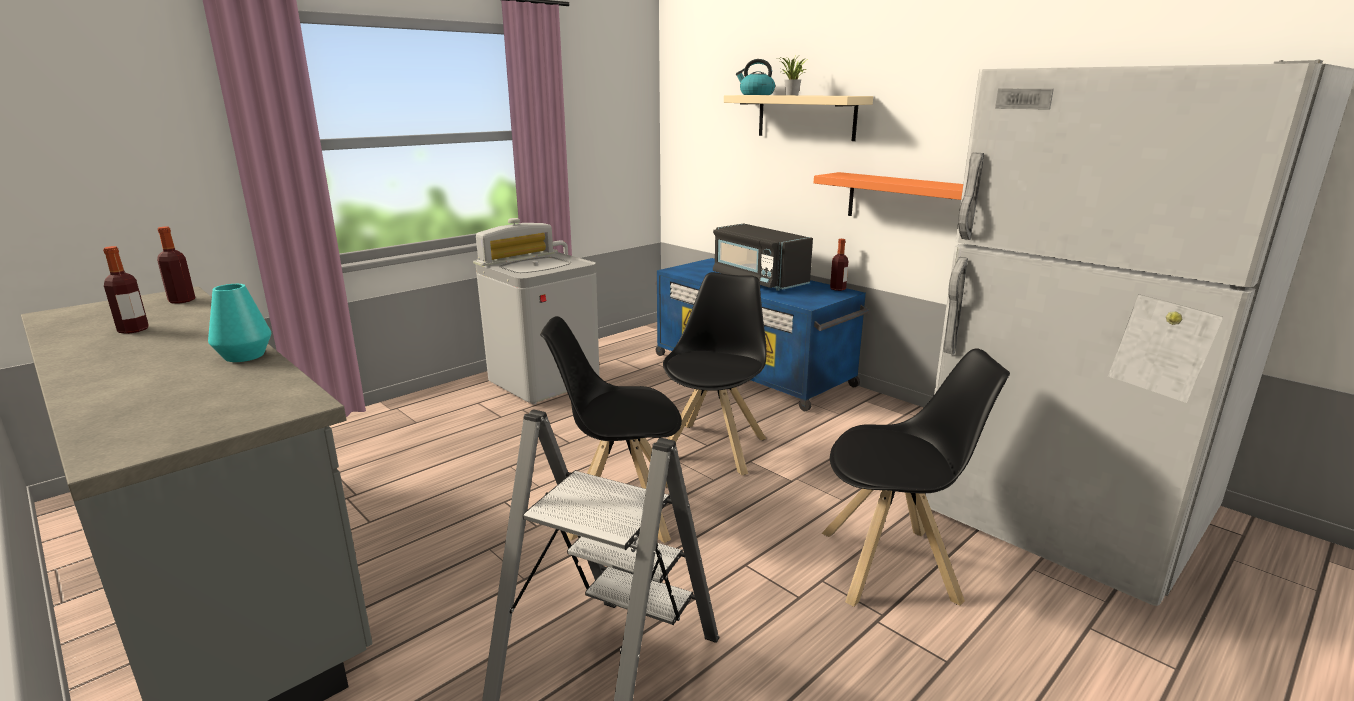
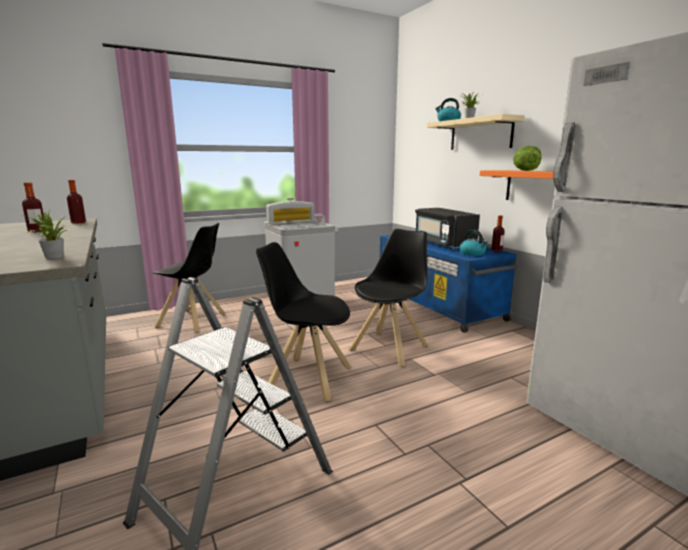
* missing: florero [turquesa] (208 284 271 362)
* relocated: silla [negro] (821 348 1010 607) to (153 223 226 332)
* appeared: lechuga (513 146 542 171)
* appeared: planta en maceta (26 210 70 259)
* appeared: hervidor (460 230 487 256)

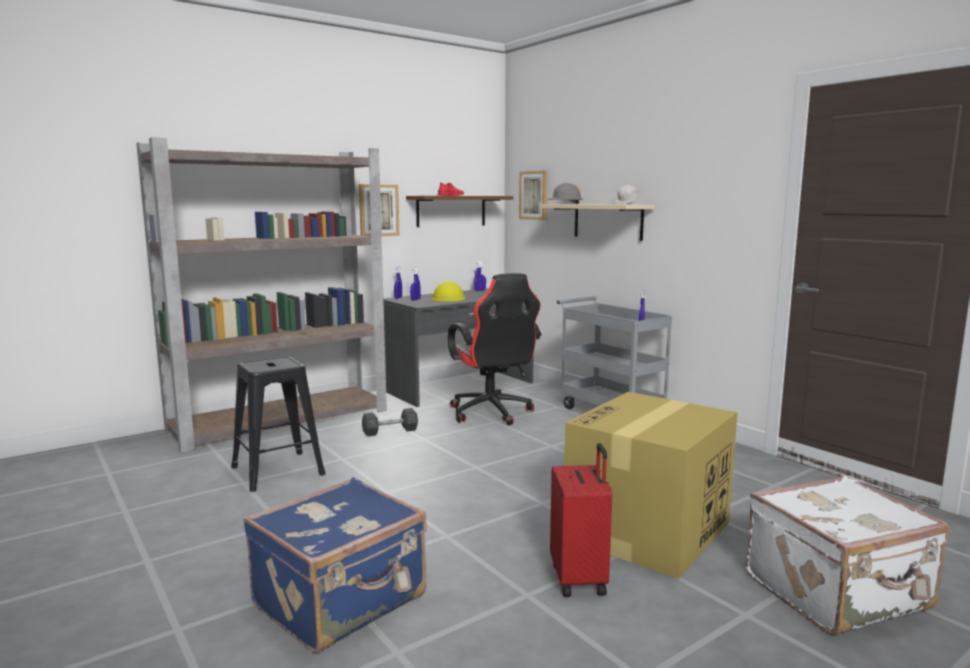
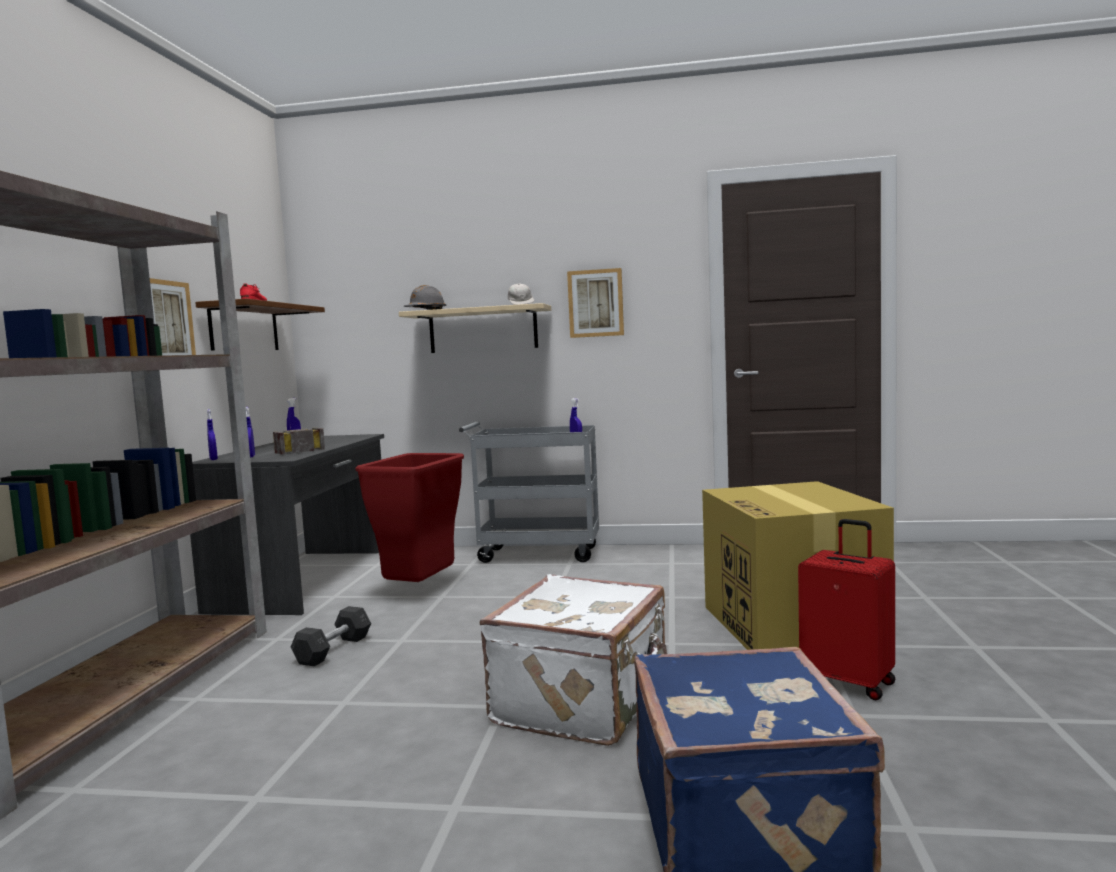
* relocated: cuadro (519 171 548 220) to (567 268 624 338)
* exchanged: silla de oficina [negro] (448 273 541 426) to papelera [rojo] (355 453 464 582)
* exchanged: casco [amarillo] (432 281 465 302) to martillo (273 428 325 455)
* missing: taburete [negro] (231 356 326 492)
* relocated: maleta [blanco] (746 475 950 635) to (480 574 667 746)

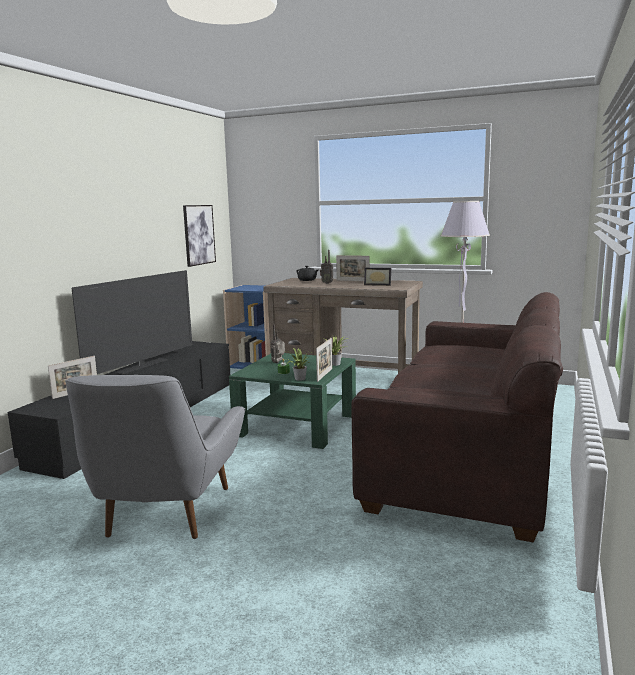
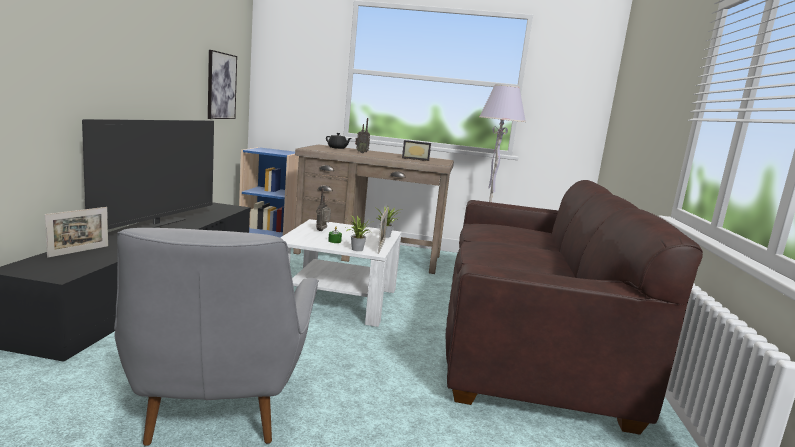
* missing: portarretratos (336 255 369 281)
* colour: mesa de centro [verde] (229 353 356 449) to mesa de centro [blanco] (280 219 402 327)

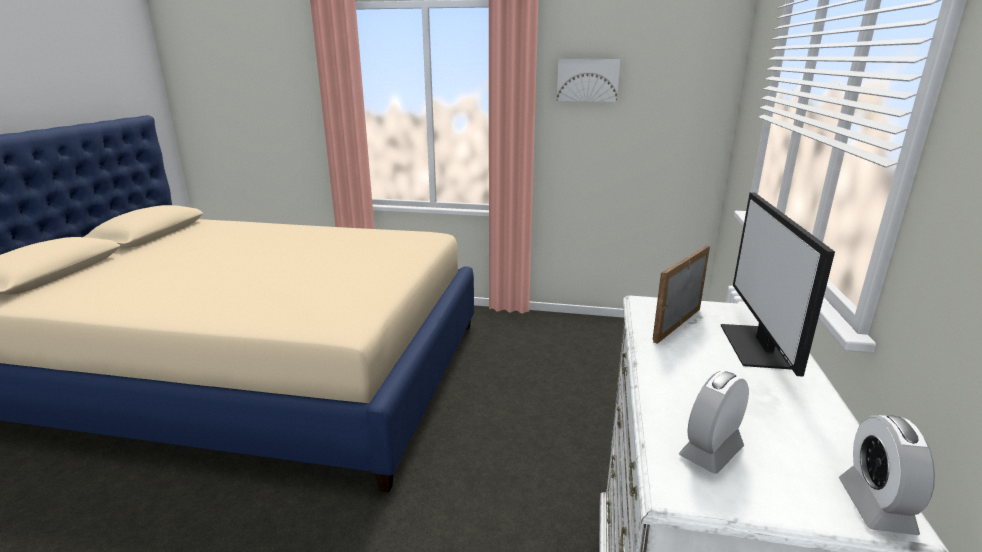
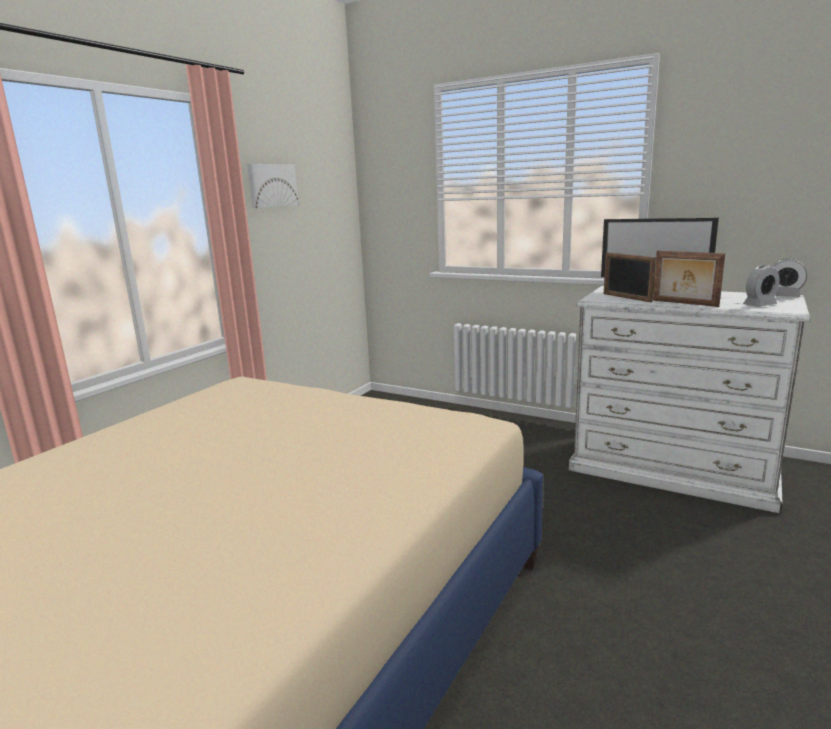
* spun: despertador (679 371 749 474) = (743 265 780 307) 90 degrees counterclockwise
* appeared: portarretratos (653 251 725 307)

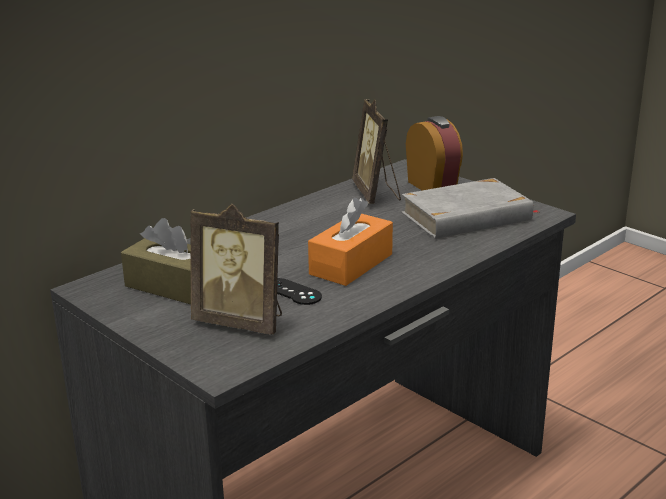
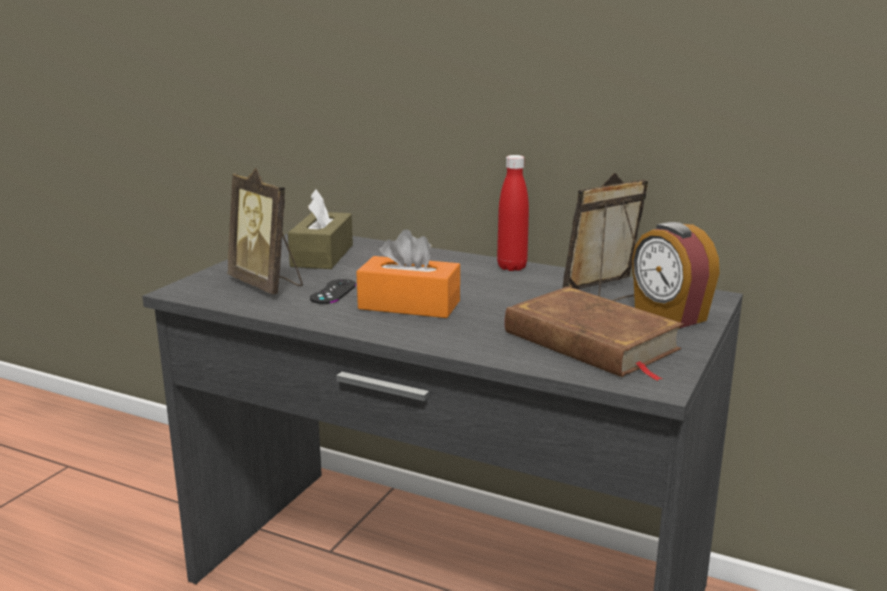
* spun: despertador (406 116 463 190) = (632 222 720 329) 105 degrees clockwise
* colour: libro [gris] (401 178 538 239) to libro [marrón] (505 286 684 381)
* spun: portarretratos (190 204 282 335) = (227 168 303 294) 45 degrees counterclockwise
* appeared: botella [rojo] (497 155 529 271)

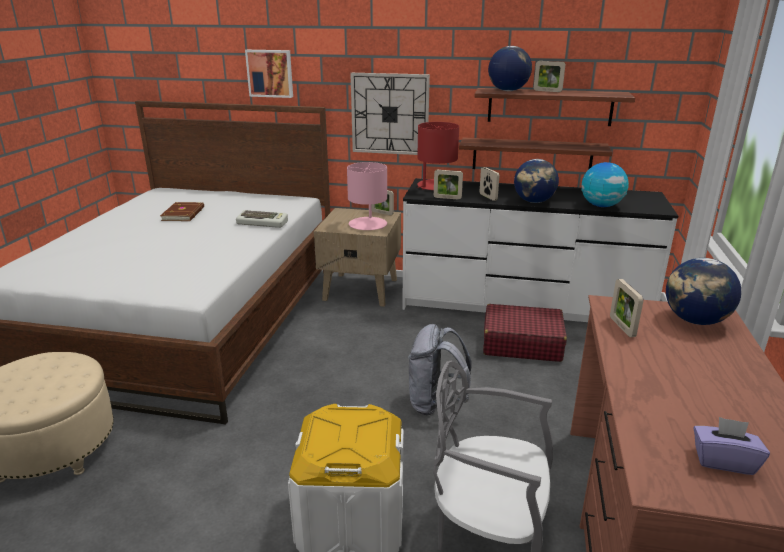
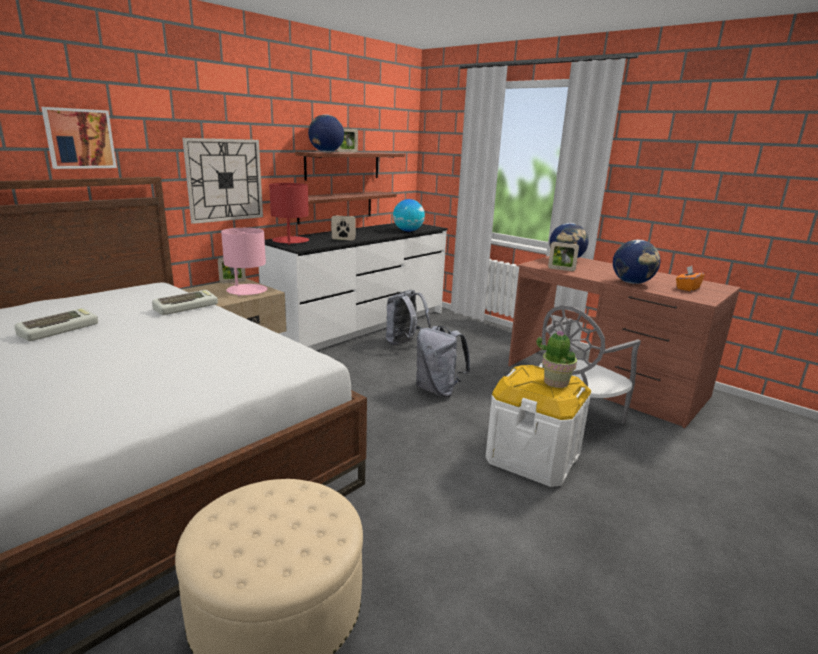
* relocated: globo terráqueo (514 159 559 203) to (613 240 660 284)
* missing: portarretratos (434 170 463 200)
* exchanged: libro [marrón] (160 202 204 221) to teclado (14 308 98 341)
* exchanged: maleta [rojo] (483 304 567 362) to mochila [gris] (386 290 432 345)
* colour: caja de pañuelos [morado] (694 417 770 475) to caja de pañuelos [naranja] (676 266 705 291)
* appeared: planta en maceta (536 330 577 388)

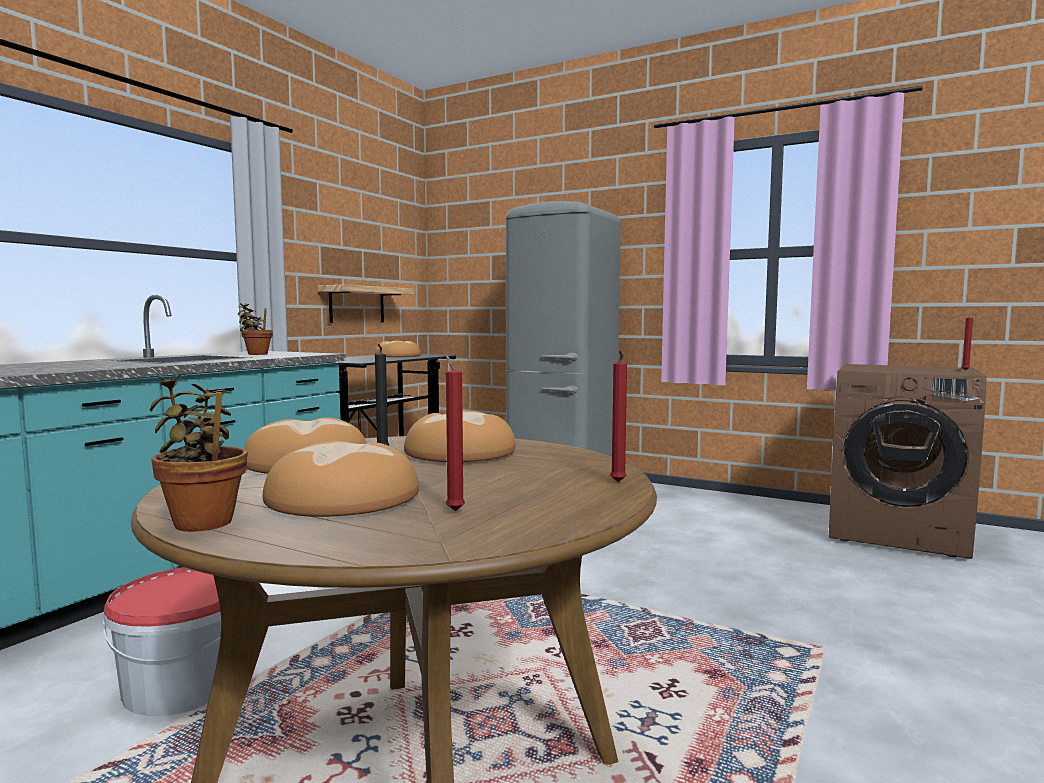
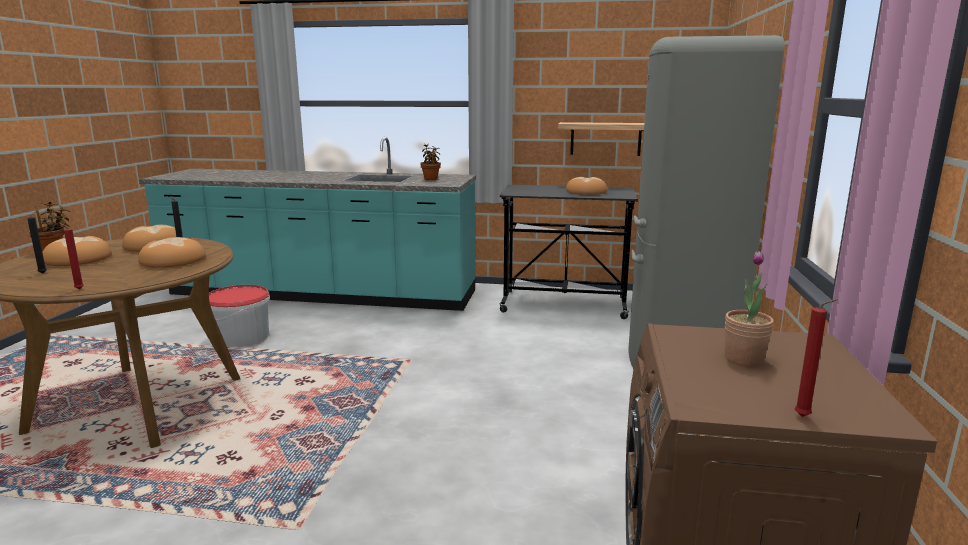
* colour: vela [rojo] (445 355 465 511) to vela [negro] (27 210 47 273)
* appeared: planta en maceta (725 251 774 366)

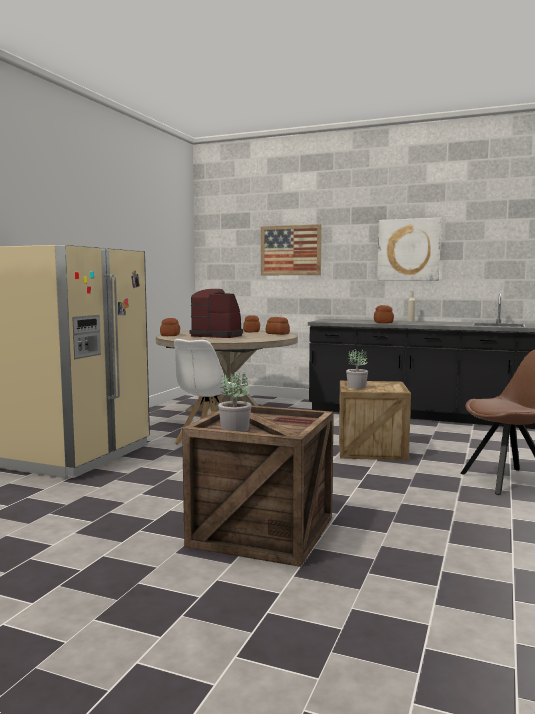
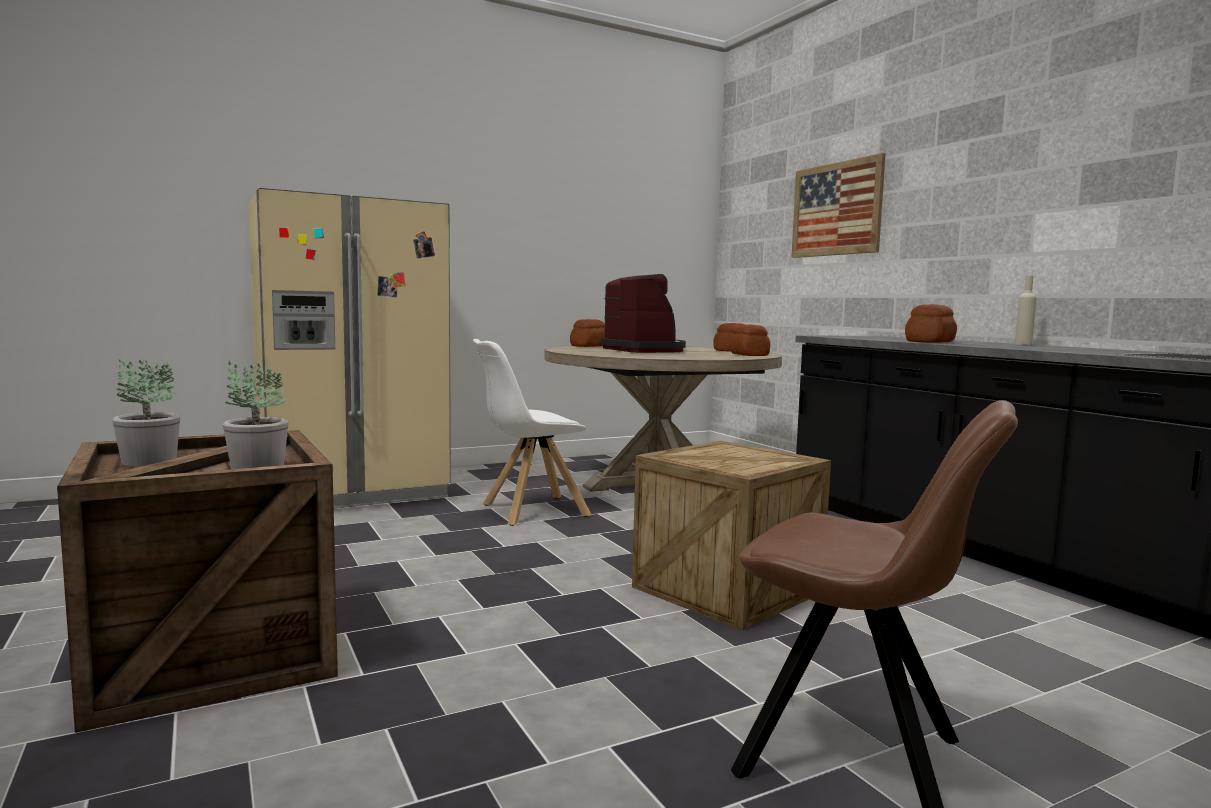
* missing: cuadro (377 218 441 281)
* relocated: planta en maceta (346 350 368 389) to (223 361 289 469)

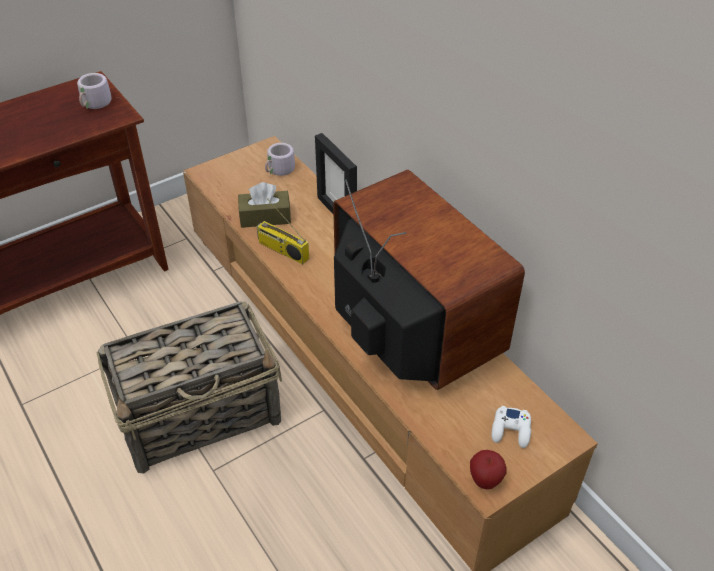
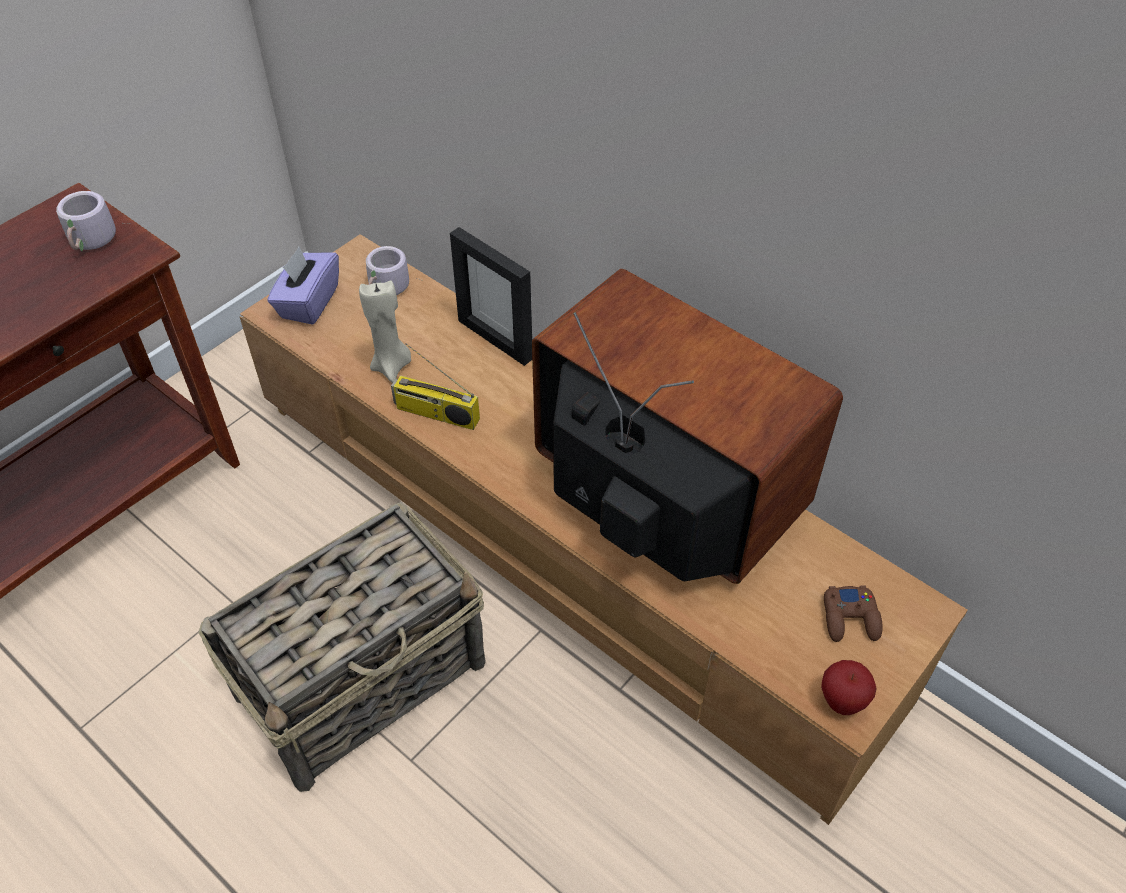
* exchanged: caja de pañuelos [marrón] (238 182 291 228) to vela [beis] (359 280 411 383)
* colour: mando de consola [blanco] (491 406 531 448) to mando de consola [marrón] (824 585 883 642)
* appeared: caja de pañuelos [morado] (267 247 339 325)

